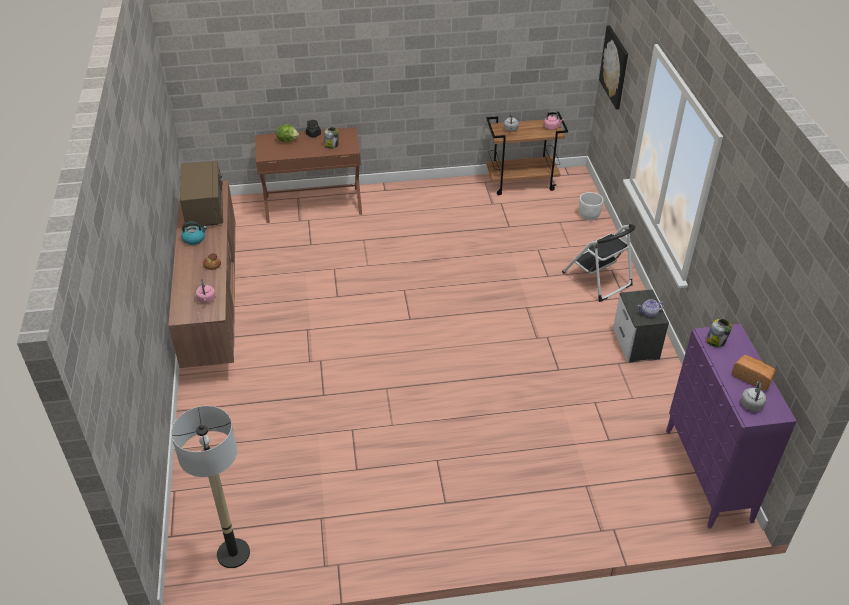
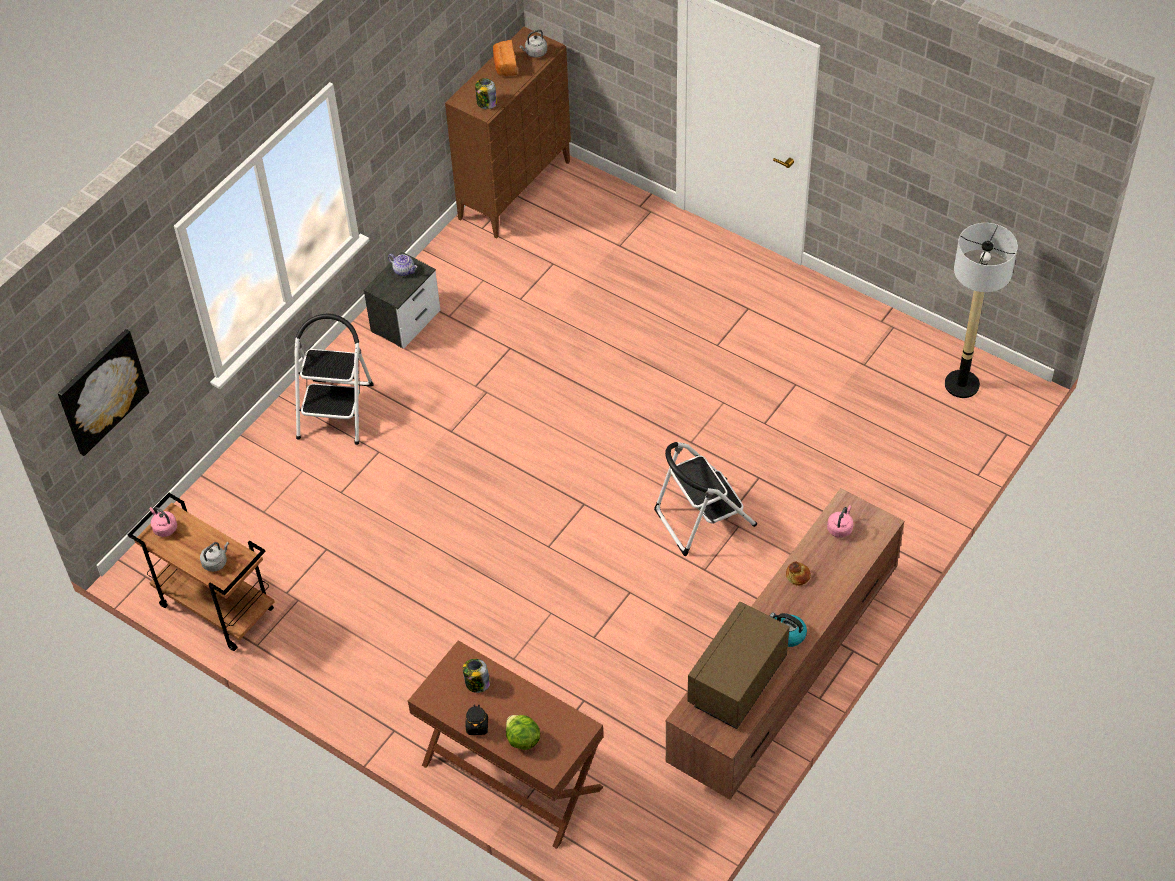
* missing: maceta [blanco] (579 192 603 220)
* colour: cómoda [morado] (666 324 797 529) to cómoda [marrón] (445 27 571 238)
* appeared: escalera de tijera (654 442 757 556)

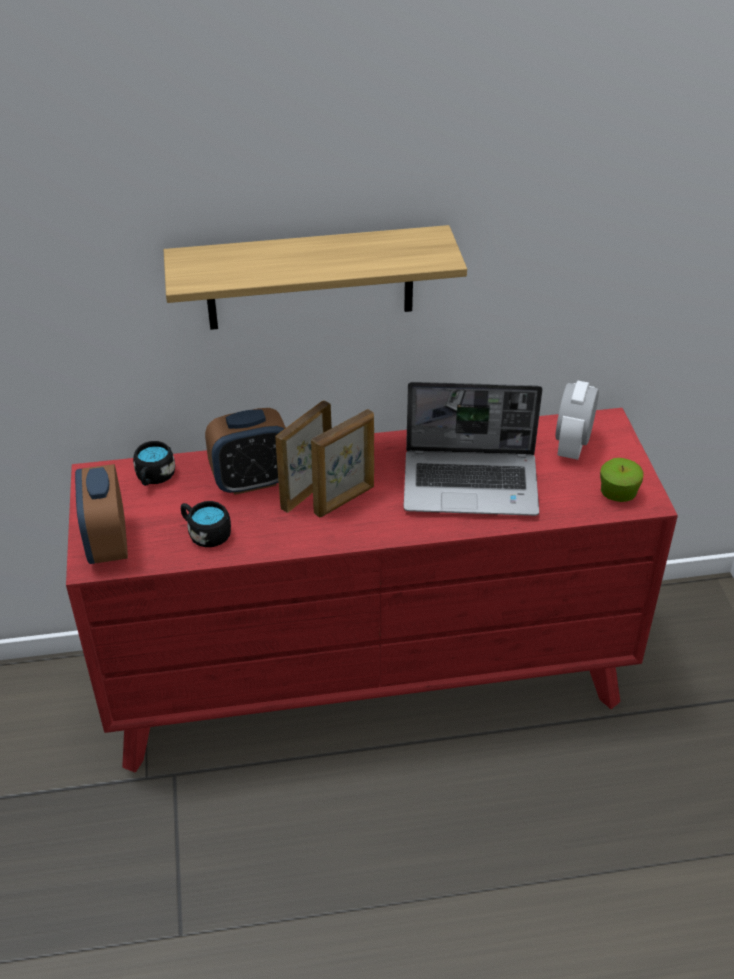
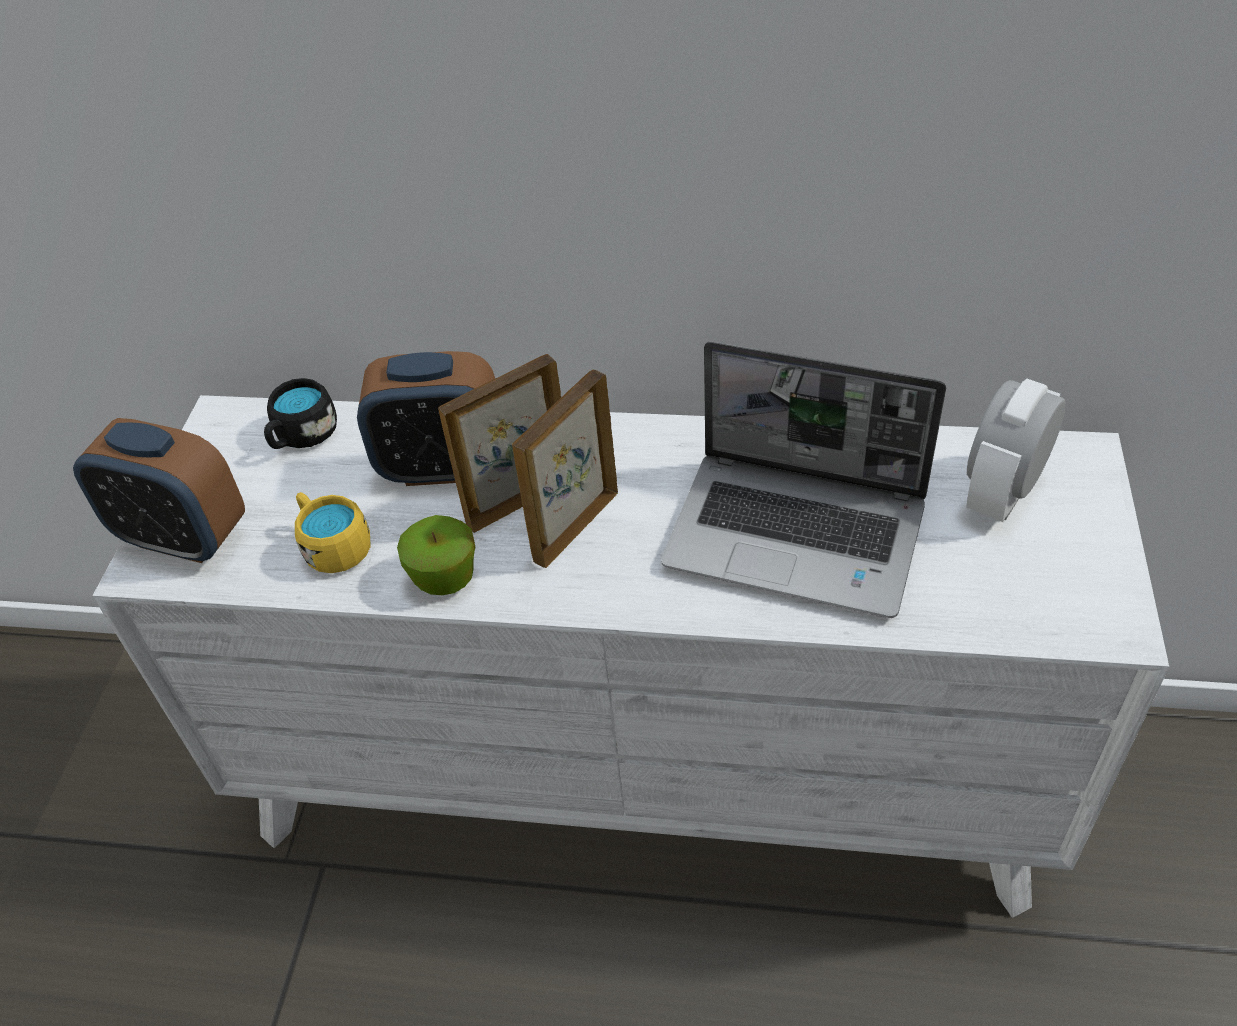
* missing: estante (164 225 467 330)
* colour: cómoda [rojo] (66 408 678 772) to cómoda [blanco] (92 395 1169 917)
* spun: portarretratos (311 409 374 518) = (512 370 618 568) 150 degrees clockwise
* relocated: manzana (600 458 644 502) to (397 515 475 595)
* spun: despertador (75 464 128 564) = (73 418 245 563) 75 degrees counterclockwise
* colour: taza grande [negro] (181 501 231 547) to taza grande [amarillo] (295 492 371 573)

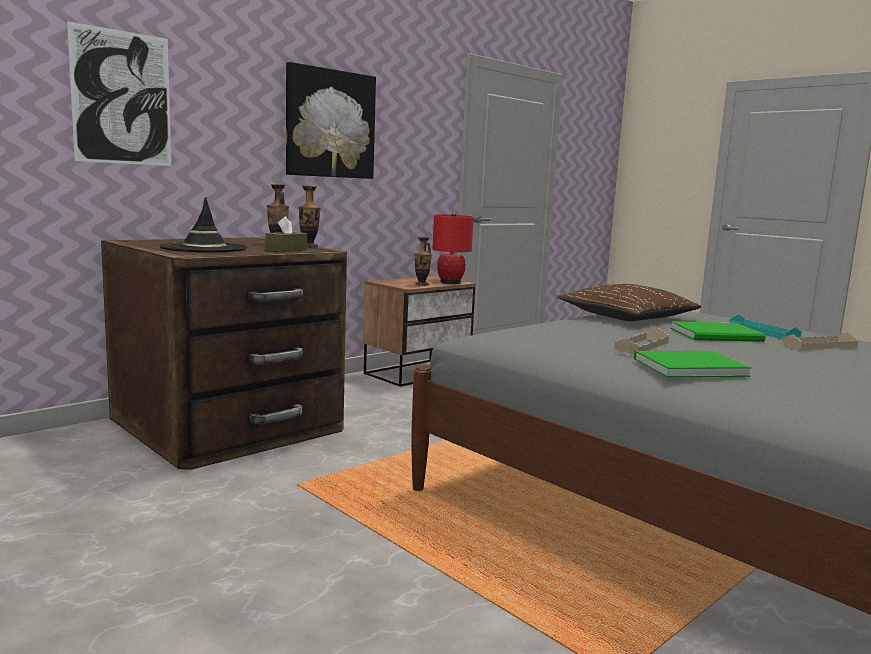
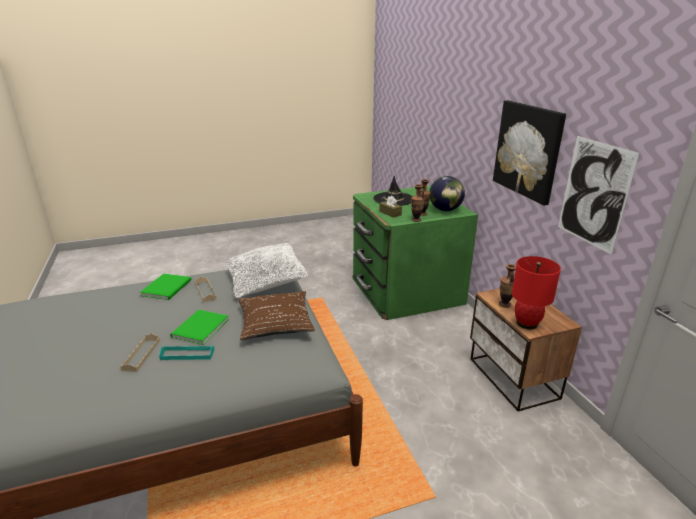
* relocated: cuadro (67 21 171 166) to (558 136 639 255)
* colour: cómoda [marrón] (101 237 347 470) to cómoda [verde] (353 186 478 320)
* appeared: globo terráqueo (429 176 465 211)
* appeared: cojín [blanco] (227 243 308 298)

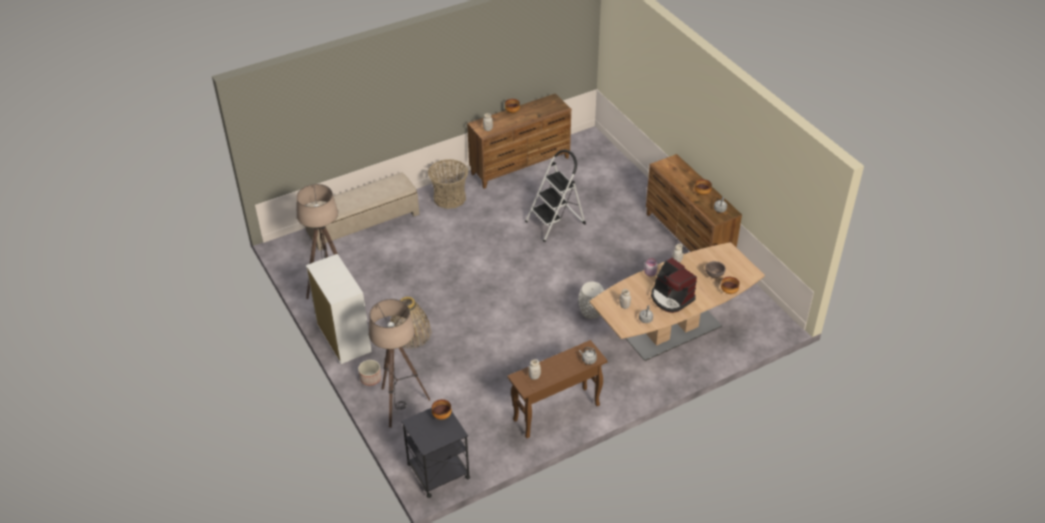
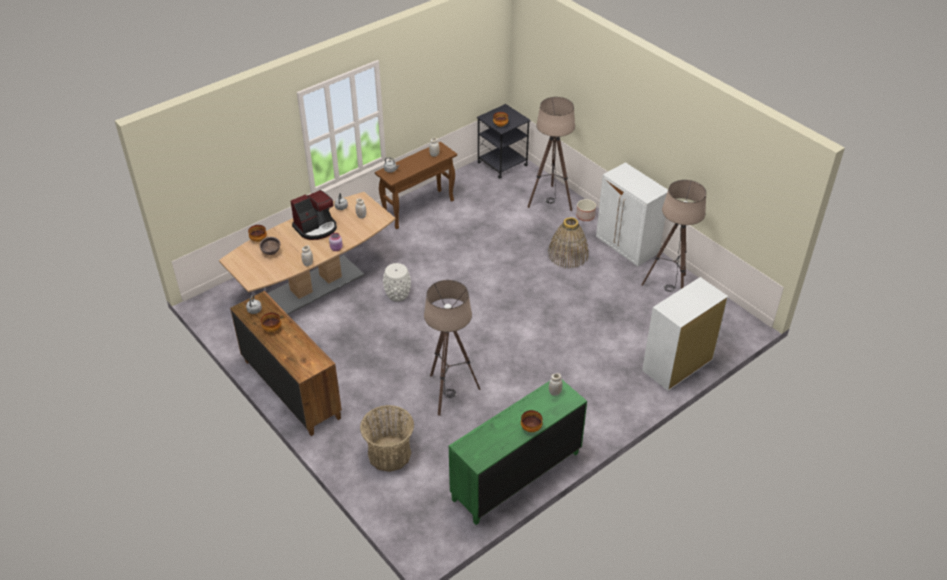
* colour: cómoda [marrón] (467 93 571 189) to cómoda [verde] (449 380 587 525)
* exchanged: escalera de tijera (525 150 586 242) to lámpara de pie (424 280 481 416)
* relocated: cesta (428 159 468 209) to (360 405 414 472)
* exchanged: banco [beis] (305 172 419 251) to armario [blanco] (642 277 728 391)
* spun: cafetera (651 258 697 313) = (290 190 337 240) 105 degrees clockwise

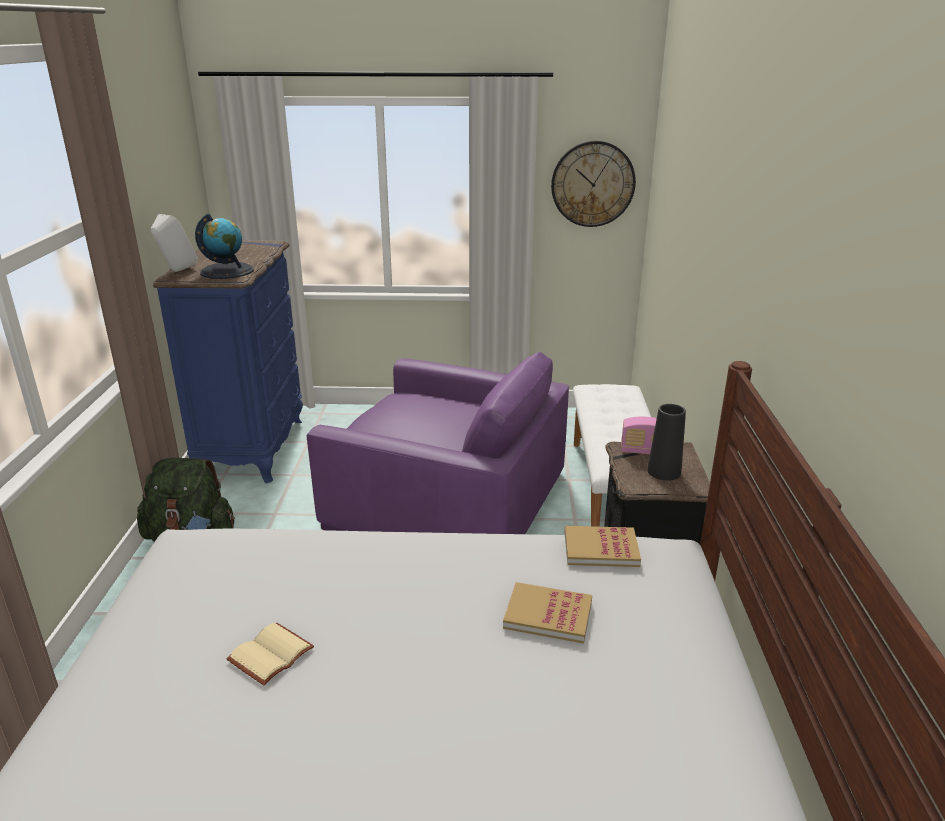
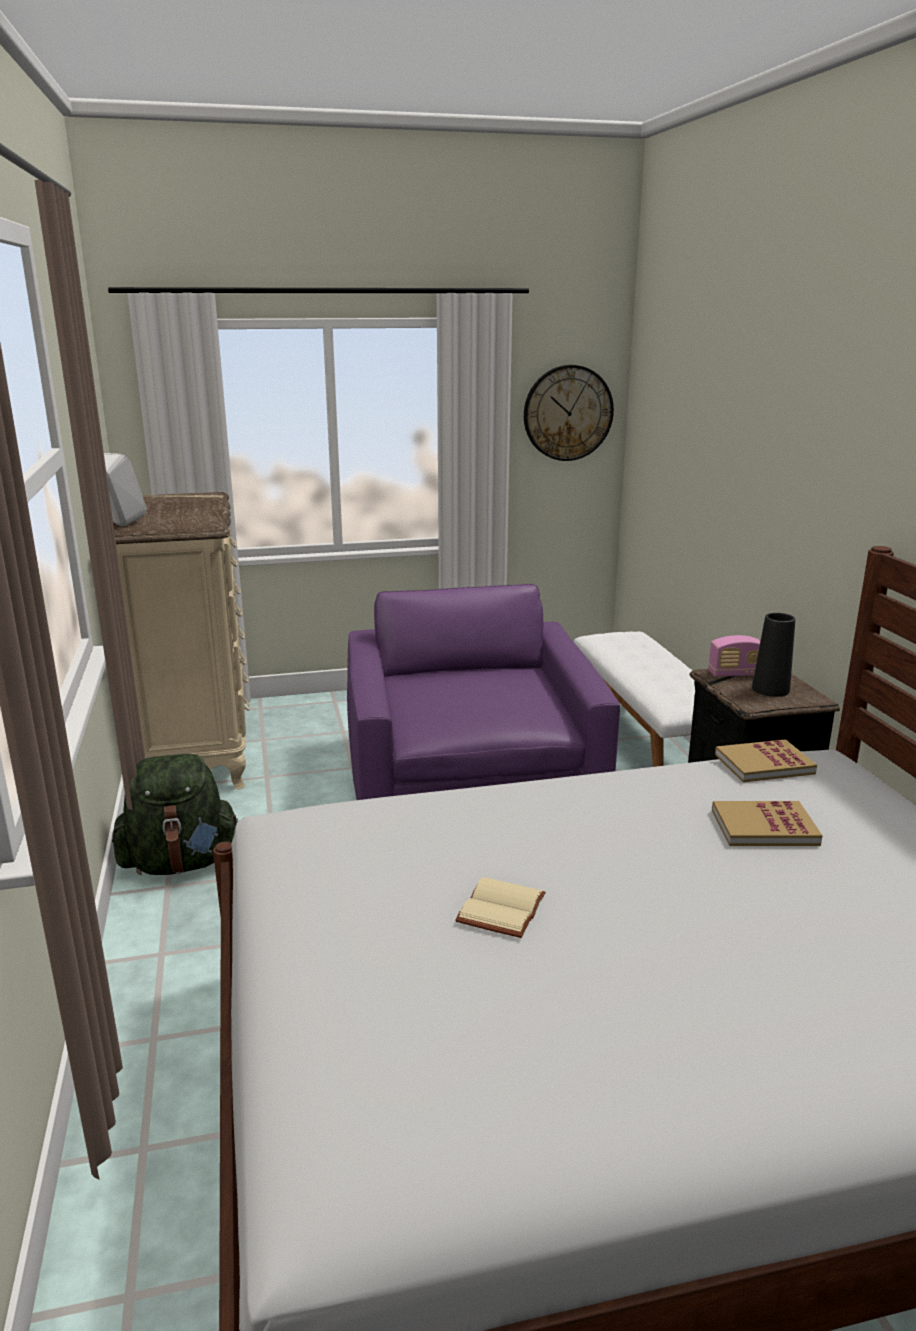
* missing: globo terráqueo (195 214 254 279)
* colour: cómoda [azul] (153 240 303 483) to cómoda [beis] (113 492 250 790)
* spun: sillón [morado] (307 352 569 534) = (347 584 620 800) 105 degrees counterclockwise

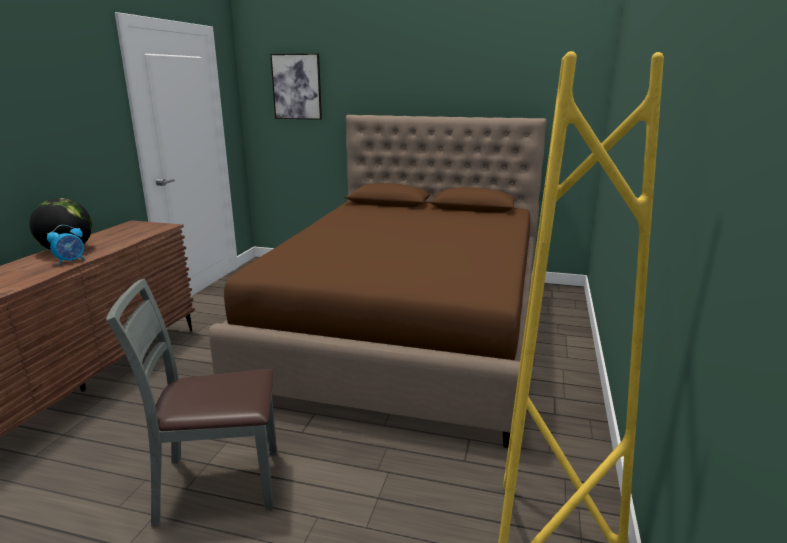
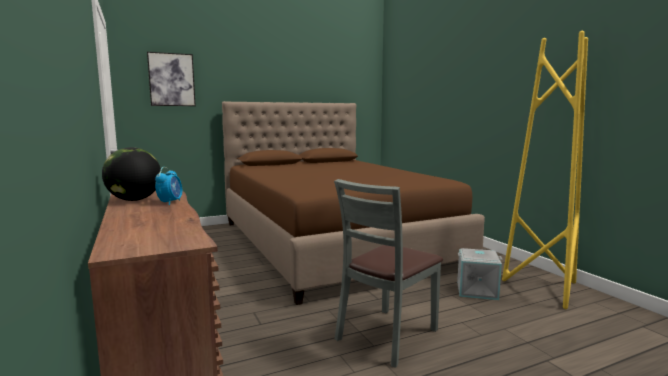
* appeared: caja de almacenaje [gris] (457 248 503 300)

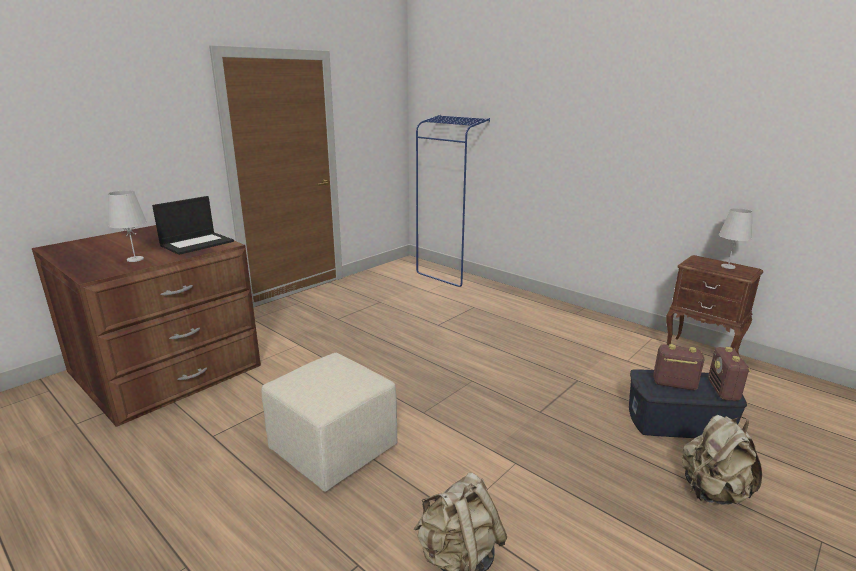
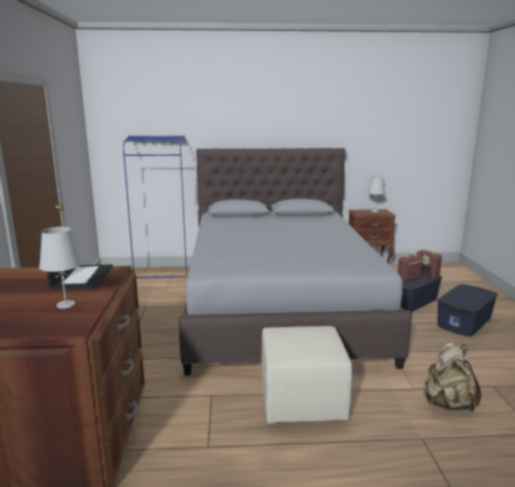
* exchanged: mochila [beis] (682 415 762 505) to caja de almacenaje [azul] (437 284 498 337)
* appeared: cama [gris] (178 148 413 376)

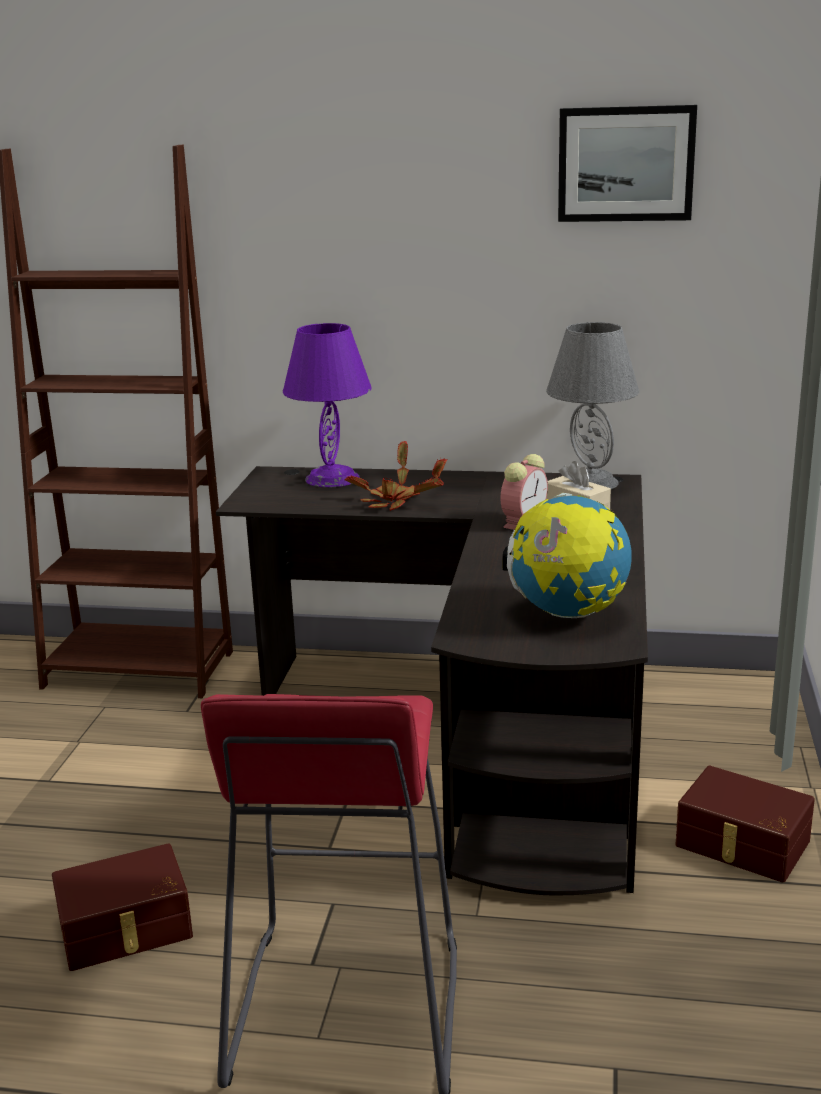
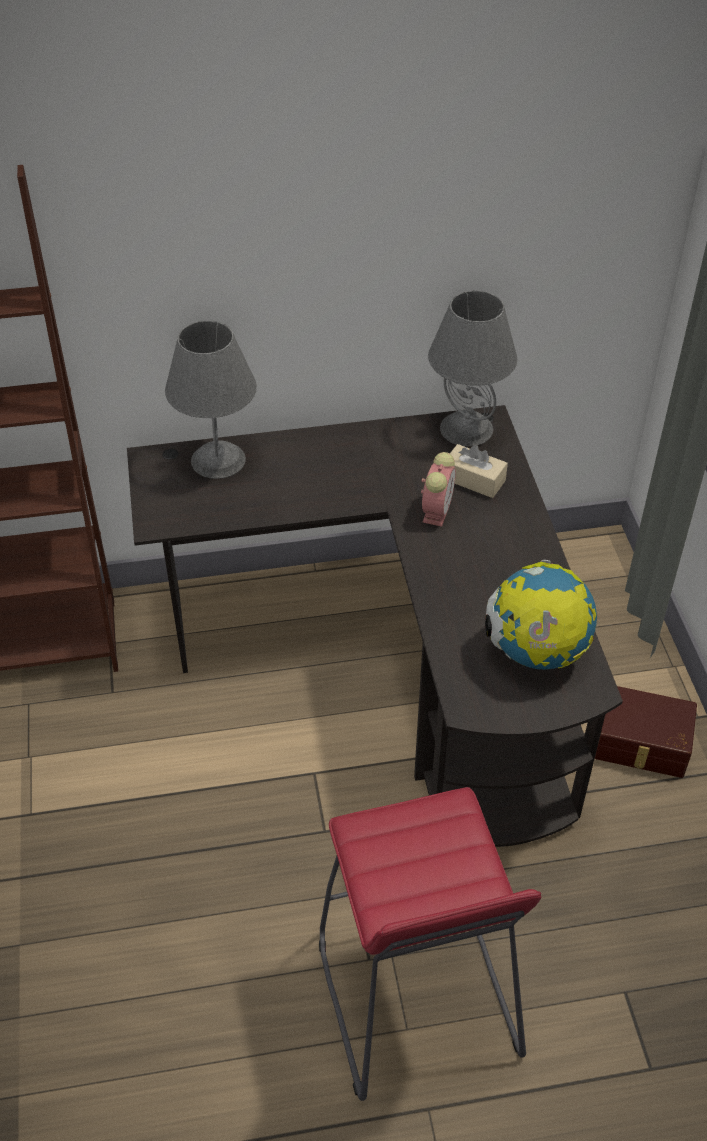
* missing: cuadro (558 105 697 222)
* colour: lámpara de mesa [morado] (283 323 372 488) to lámpara de mesa [gris] (165 320 257 479)
* missing: planta en maceta (345 441 447 511)
* missing: caja de almacenaje [marrón] (52 843 193 971)

